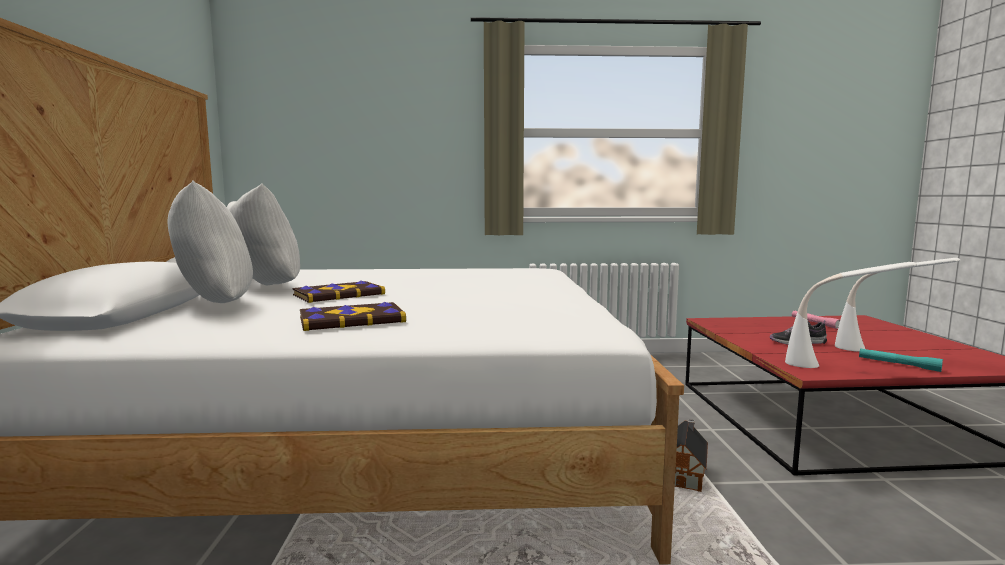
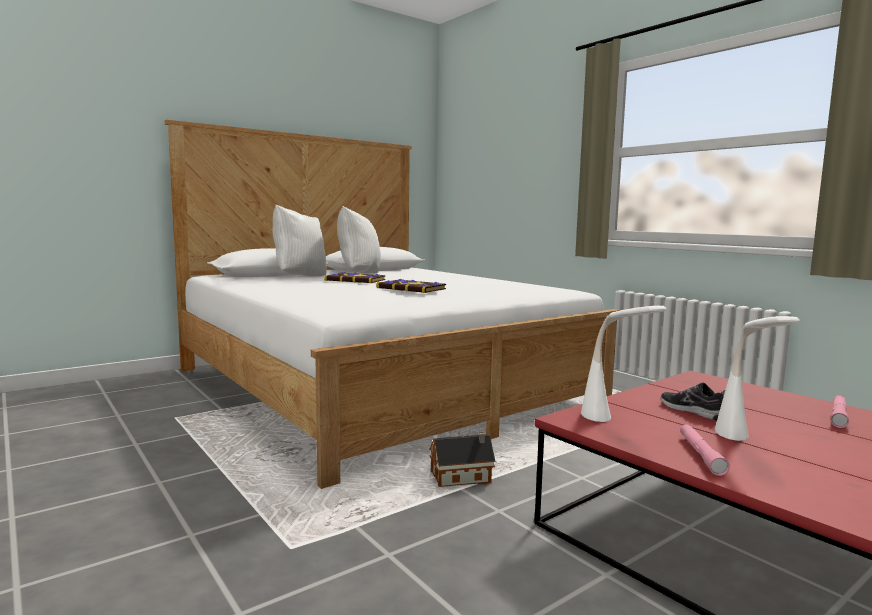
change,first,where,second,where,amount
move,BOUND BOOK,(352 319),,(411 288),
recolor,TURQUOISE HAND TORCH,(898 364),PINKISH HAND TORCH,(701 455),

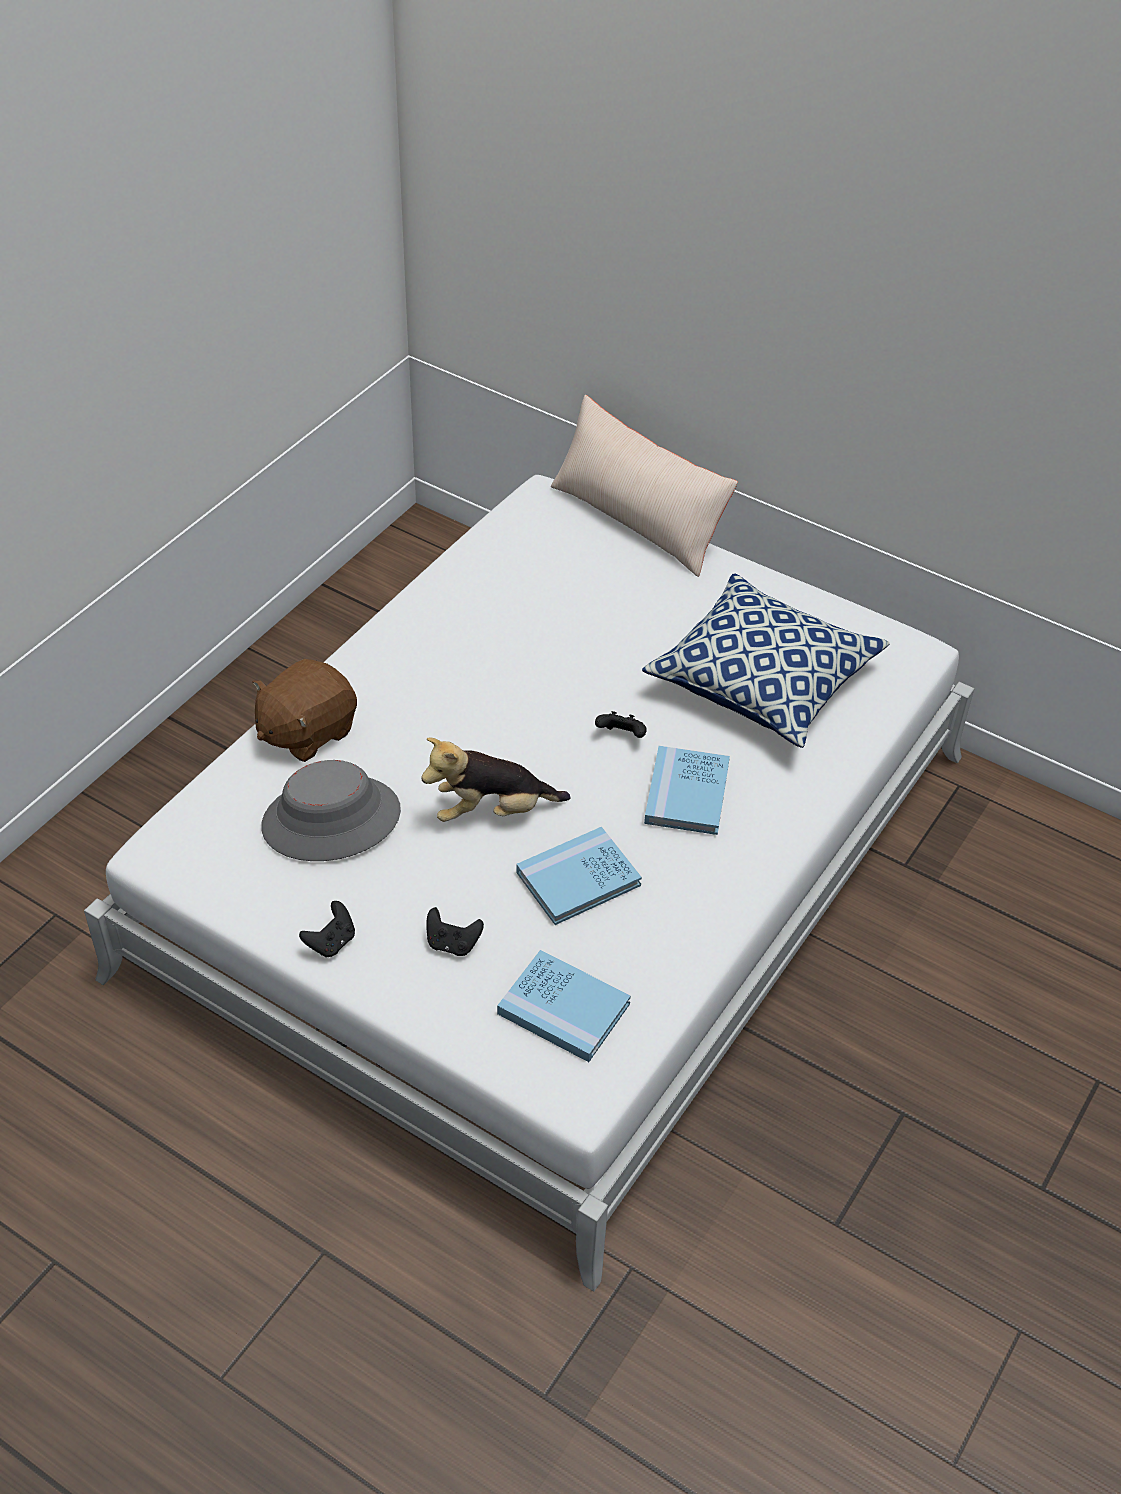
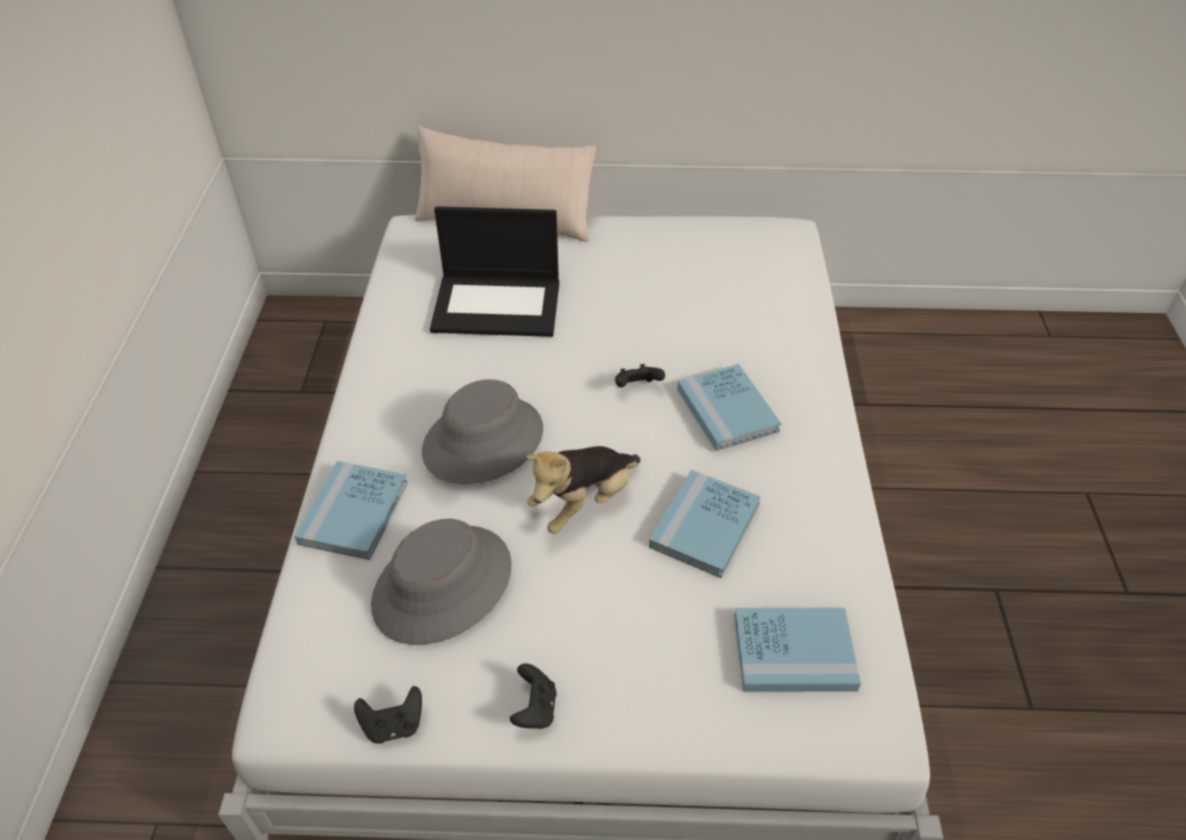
change,first,where,second,where,amount
replace,BROWNISH SOFT TOY,(306 731),BLUE BOUND BOOK,(354 512),
move,BLACK-COLOURED GAMEPAD,(452 944),,(393 725),
insert,,,GRAY HAT,(483 440),
insert,,,PORTABLE COMPUTER,(498 305),
delete,PILLOW,(763 681),,,

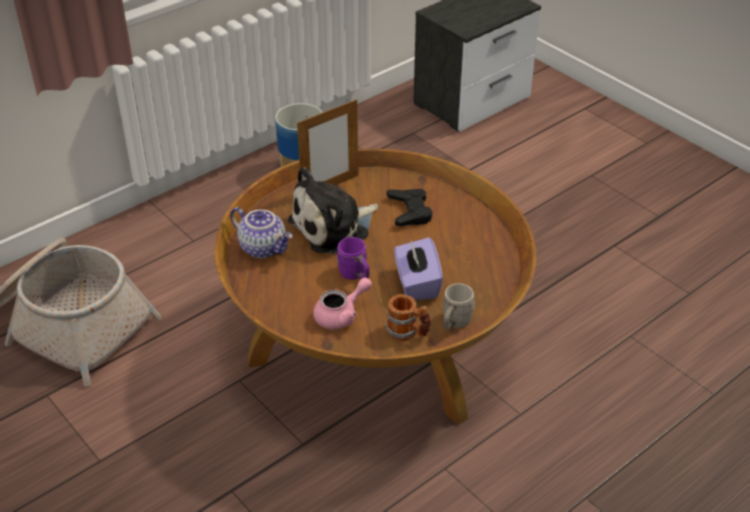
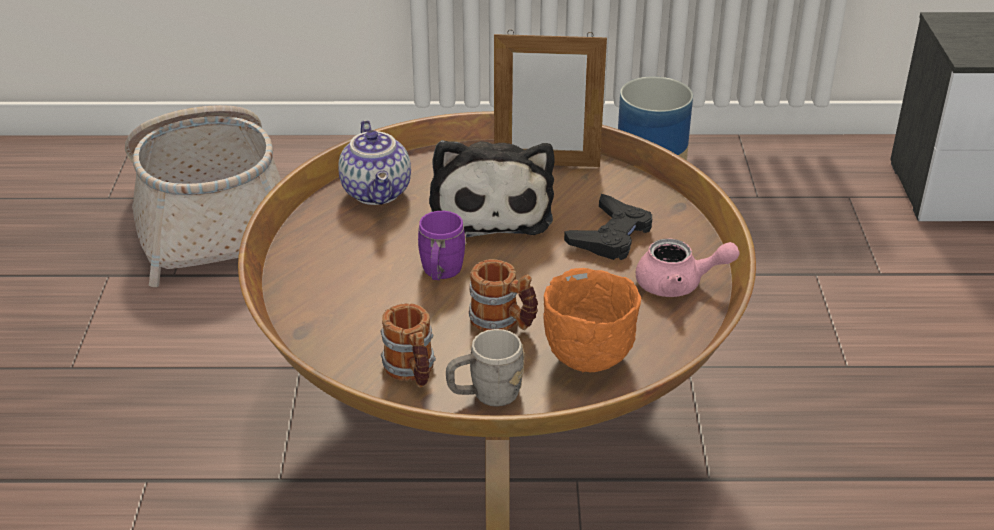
change,first,where,second,where,amount
rotate,SOFT TOY,(334 227),,(489 209),105 degrees counterclockwise
replace,PURPLE TISSUE HOLDER,(416 284),MUG,(503 322),
insert,,,ORANGE SERVING BOWL,(587 358),
move,PINKISH TEAPOT,(341 315),,(678 284),

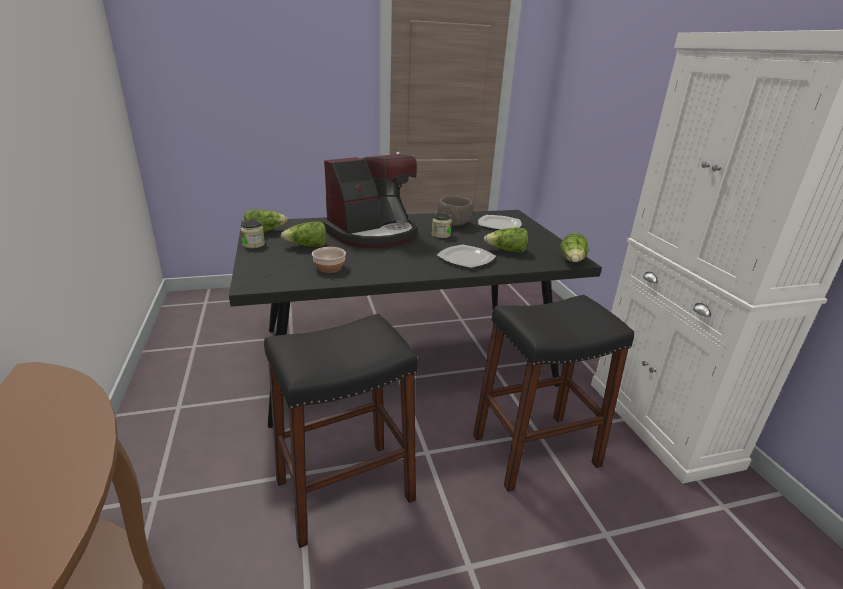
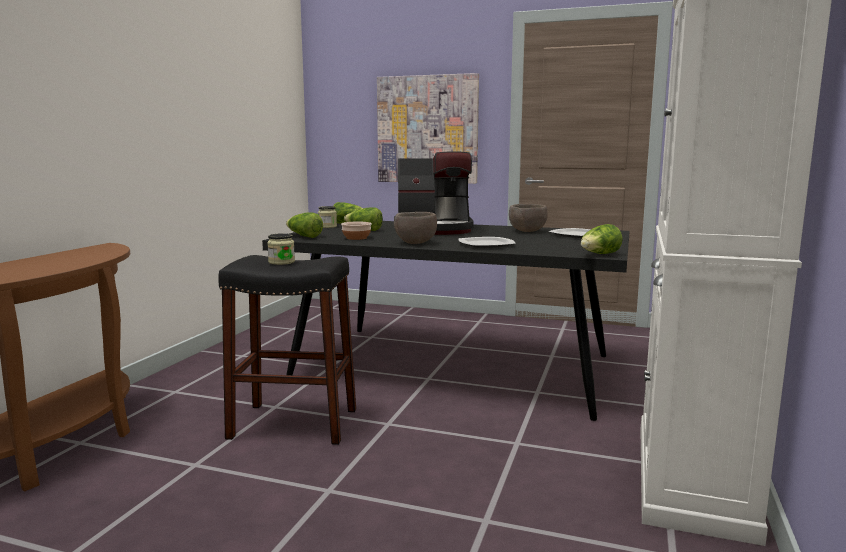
change,first,where,second,where,amount
move,PRESERVE JAR,(441 235),,(281 262),
move,LETTUCE HEAD,(506 251),,(304 236),
insert,,,PICTURE,(427 129),
insert,,,BROWNISH SERVING BOWL,(415 243),
delete,BLACK-COLOURED STOOL SEAT,(535 450),,,

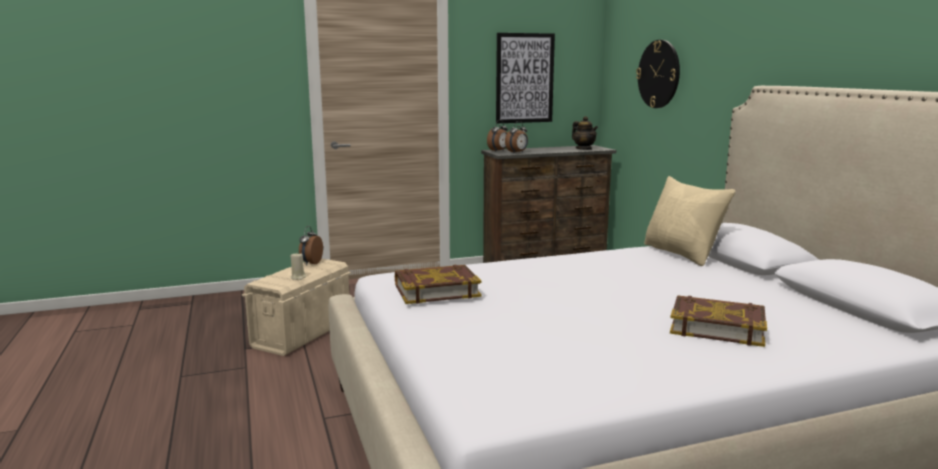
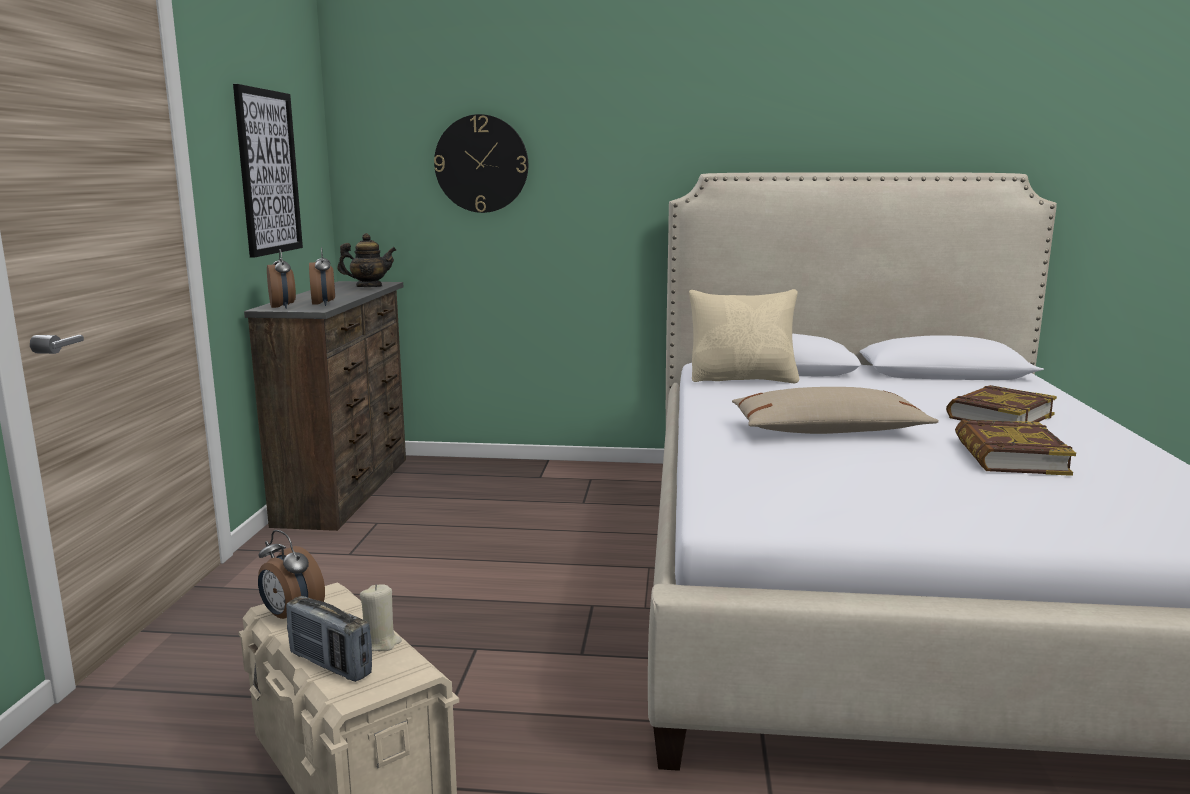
change,first,where,second,where,amount
insert,,,RADIO RECEIVER,(330 664),
insert,,,BEIGE-COLOURED PILLOW,(827 431),
move,BOUND BOOK,(436 290),,(1009 456),

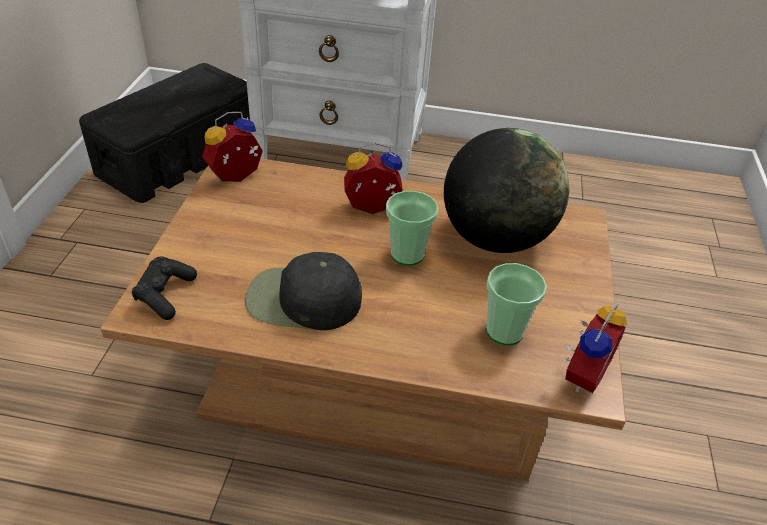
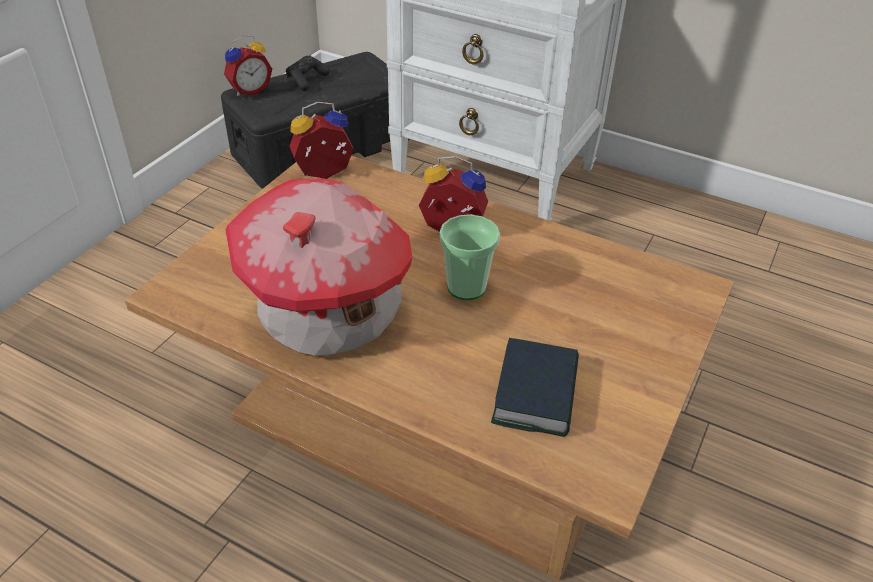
change,first,where,second,where,amount
move,ALARM CLOCK,(580 373),,(249 90),
replace,BLACK-COLOURED CAP,(302 300),MODEL HOUSE,(330 313),
move,BLACK-COLOURED GAMEPAD,(165 295),,(307 80),
replace,SMALL CUP,(504 331),BOUND BOOK,(536 394),
delete,WORLD GLOBE,(495 239),,,

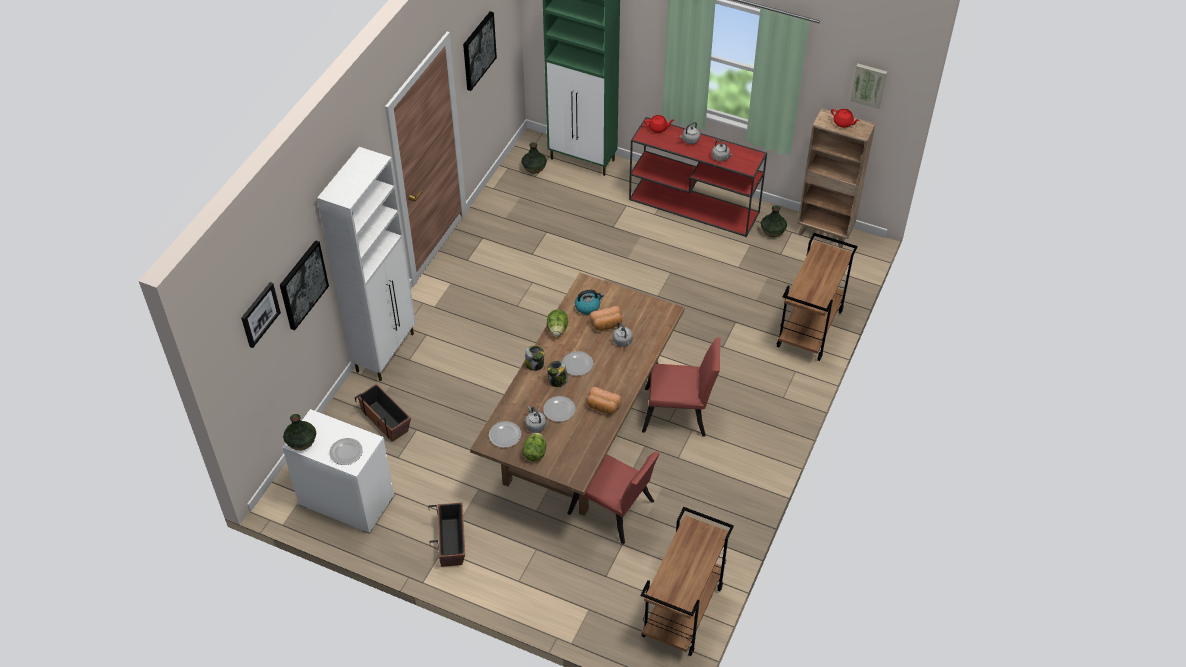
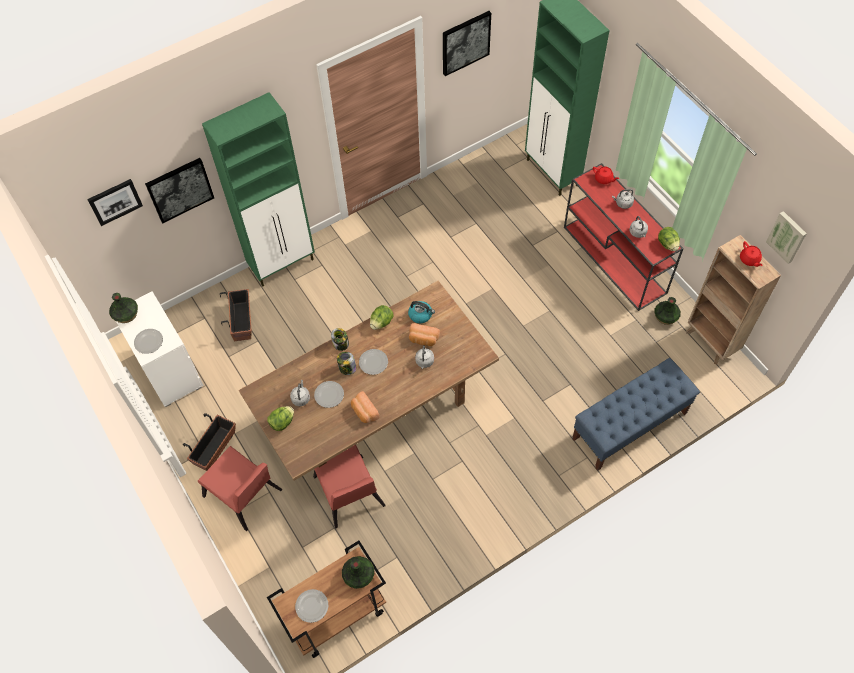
change,first,where,second,where,amount
move,RED-COLOURED UPRIGHT CHAIR,(680 413),,(245 497),
recolor,WHITE CABINET,(386 352),GREENISH CABINET,(283 264),
move,FLAT DISH,(504 435),,(311 605),
move,FLOWER VASE,(534 167),,(359 575),
replace,BROWNISH CART,(810 329),BLUE LONG SEAT,(629 426),
insert,,,LETTUCE HEAD,(667 244),

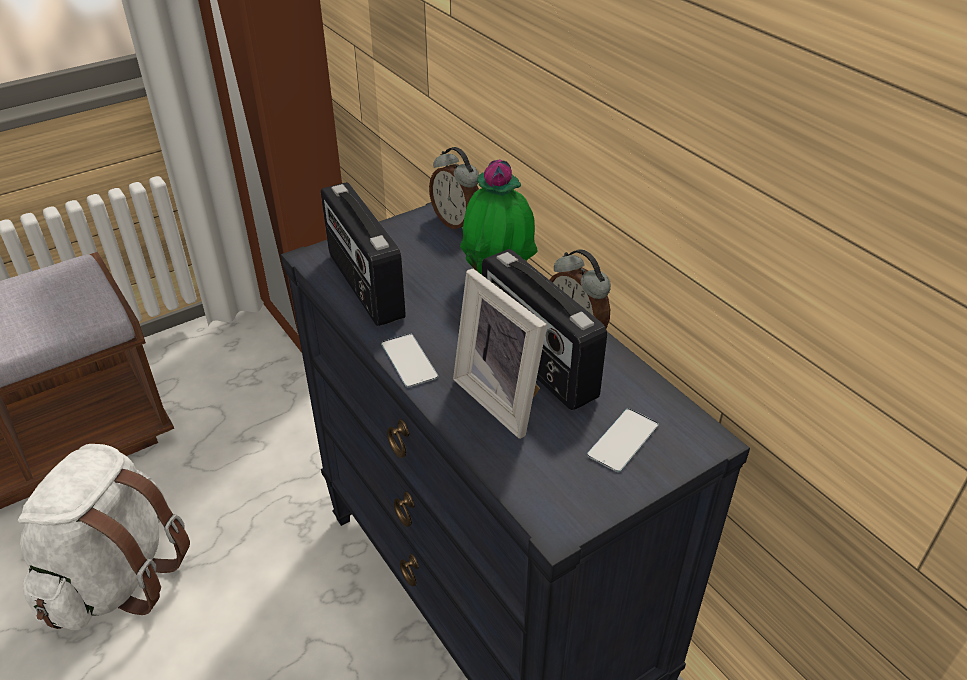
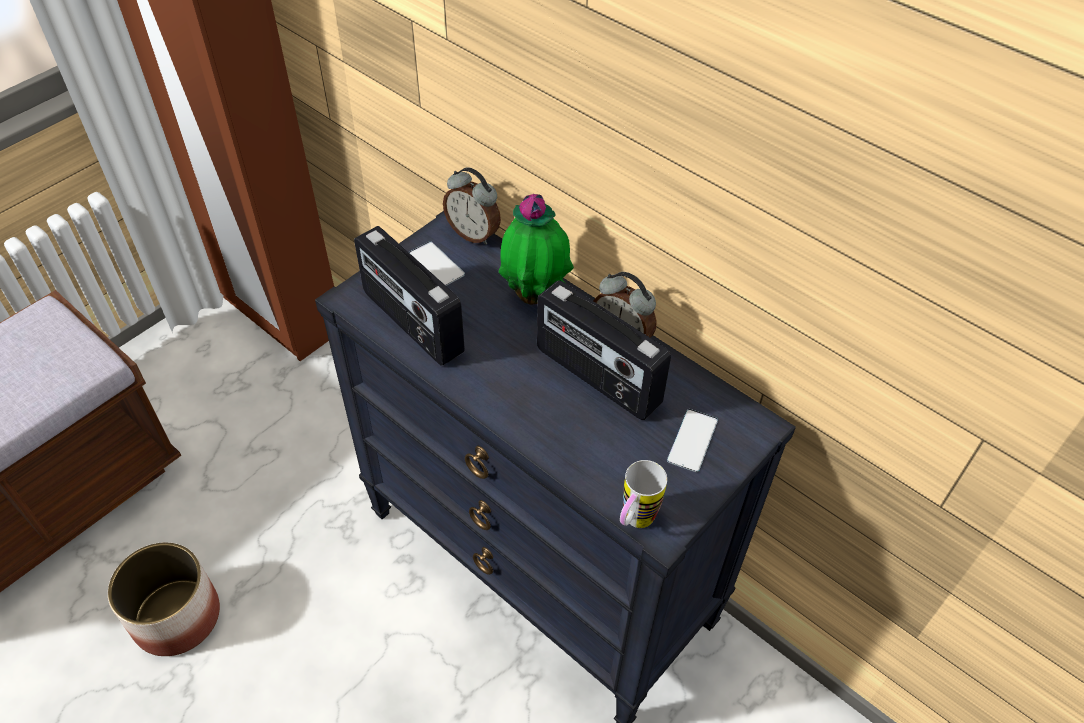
change,first,where,second,where,amount
replace,WHITE RUCKSACK,(117 577),FLOWER POT,(177 617),
move,TELEPHONE,(409 360),,(436 264),
insert,,,MUG,(634 523),
delete,STANDING FRAME,(503 398),,,

